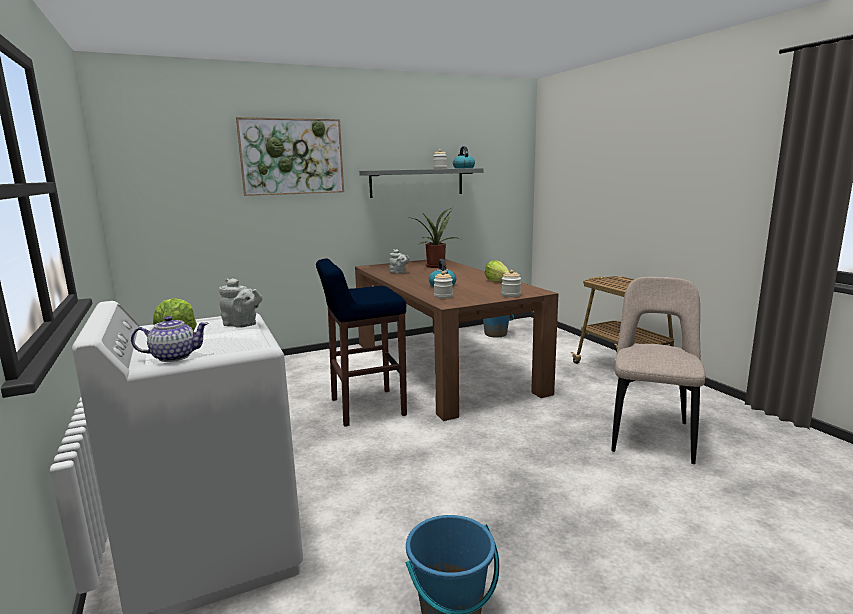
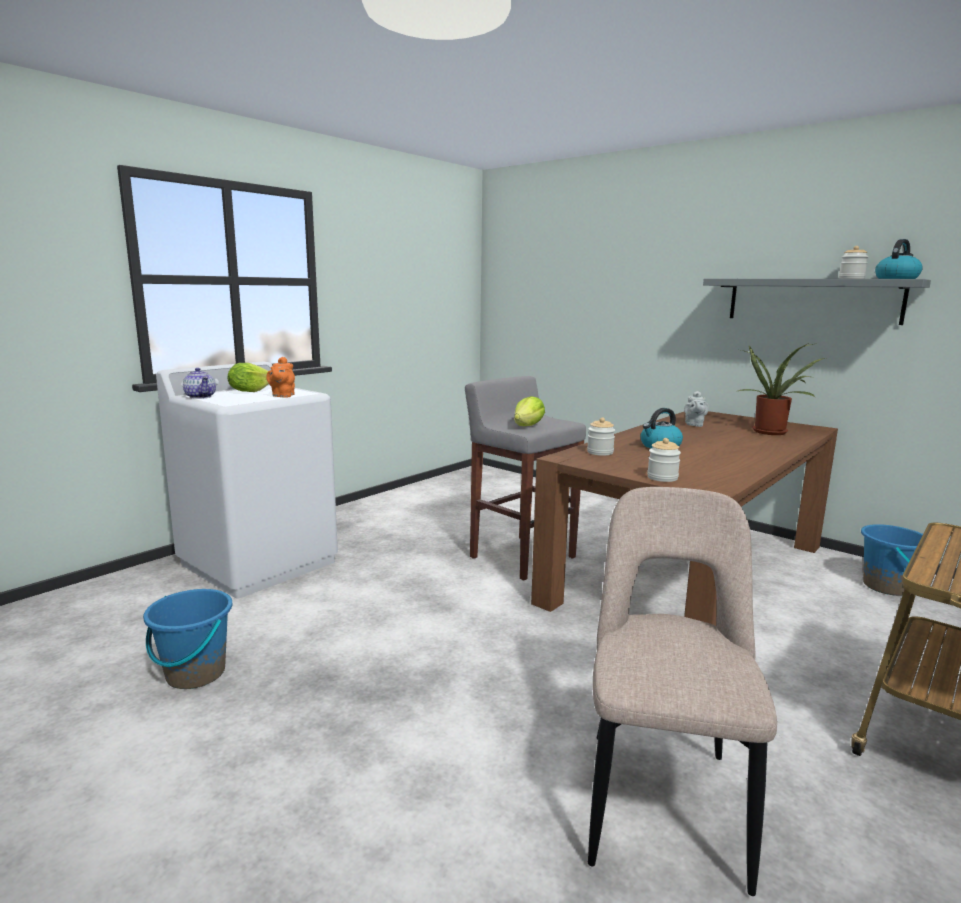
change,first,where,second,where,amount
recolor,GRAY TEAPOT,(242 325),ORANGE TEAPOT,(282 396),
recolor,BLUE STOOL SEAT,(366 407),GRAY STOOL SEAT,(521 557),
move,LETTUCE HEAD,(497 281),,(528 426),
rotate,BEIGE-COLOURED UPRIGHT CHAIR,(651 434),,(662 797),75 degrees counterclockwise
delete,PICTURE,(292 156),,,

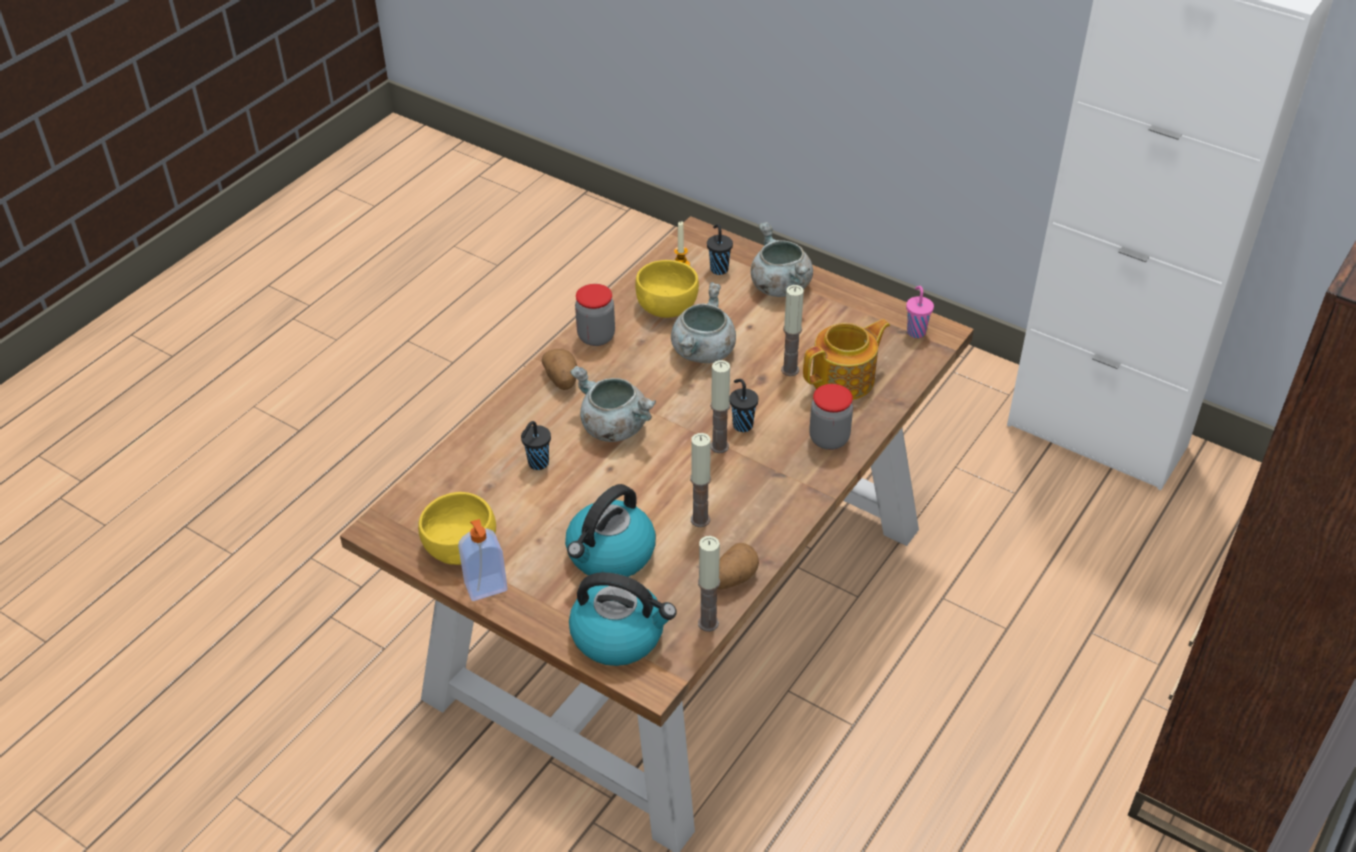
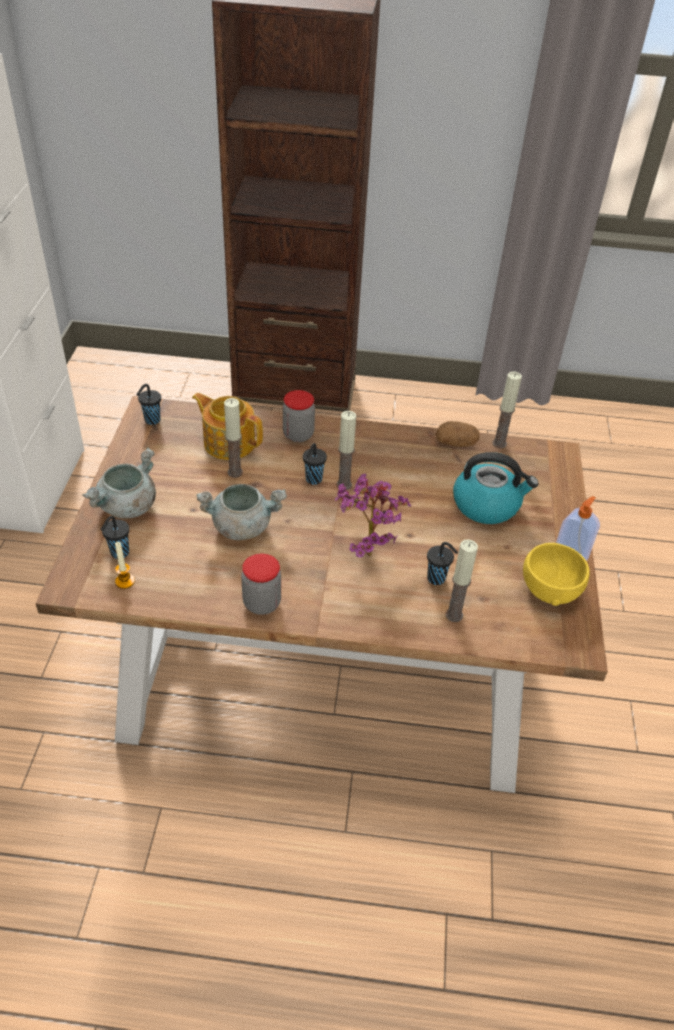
change,first,where,second,where,amount
recolor,PINKISH SMALL CUP,(916 331),BLACK-COLOURED SMALL CUP,(151 420),
replace,GRAY STOCKPOT,(612 427),POTTED PLANT,(365 549),
move,WAX LIGHT,(700 519),,(454 615),
delete,SPUD,(562 379),,,
delete,TEA KETTLE,(619 635),,,
delete,YELLOW-COLOURED SERVING BOWL,(667 305),,,

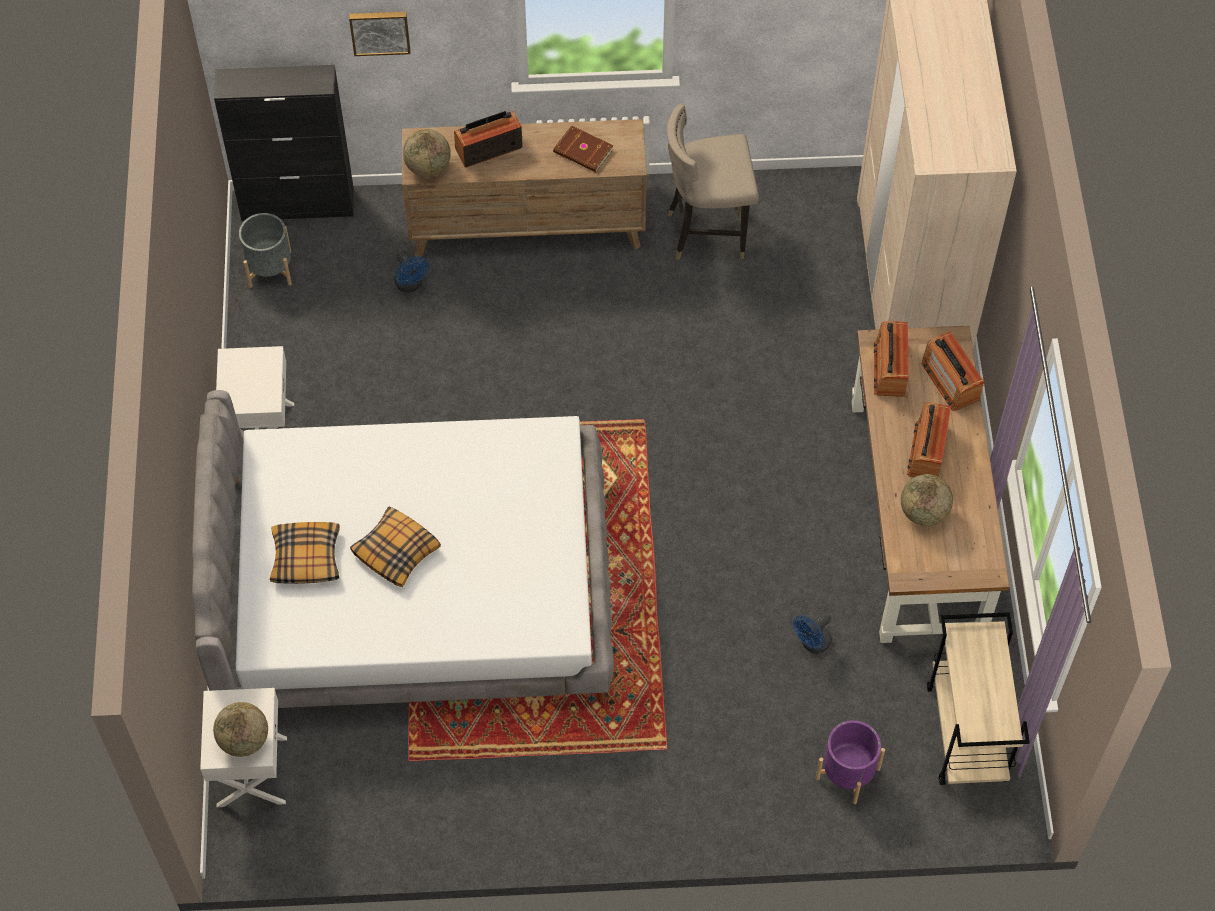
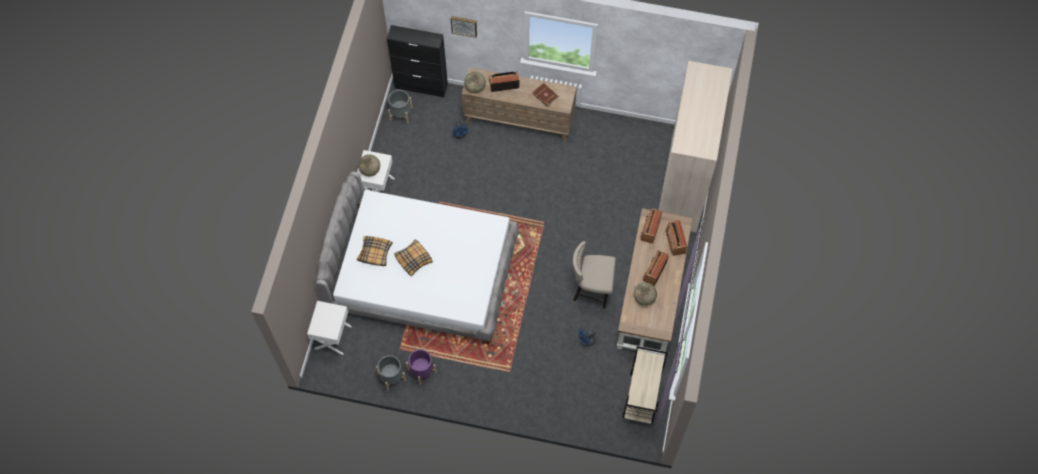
change,first,where,second,where,amount
move,WORLD GLOBE,(244 740),,(370 170),
insert,,,GRAY FLOWER POT,(391 377),
move,PURPLE FLOWER POT,(848 773),,(422 371),
move,BEIGE-COLOURED STOOL SEAT,(707 232),,(591 292),

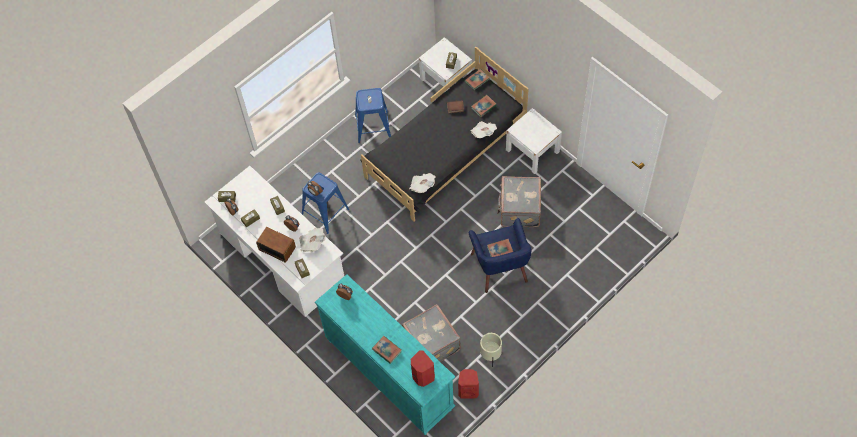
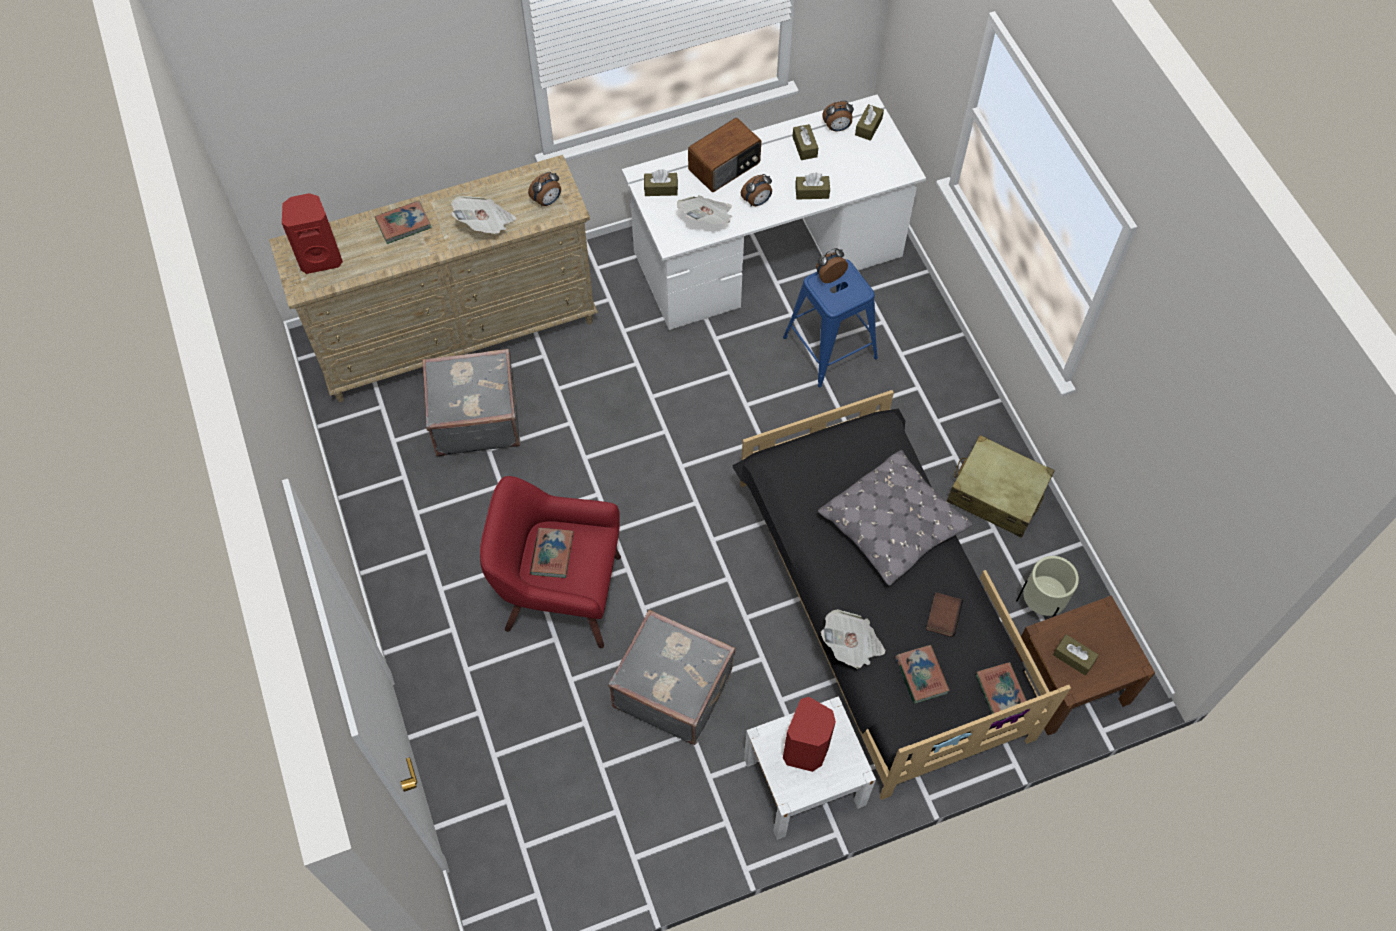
change,first,where,second,where,amount
recolor,TURQUOISE DRESSER,(389 374),BEIGE-COLOURED DRESSER,(459 335),
move,DAILY PAPER,(422 186),,(485 224),
recolor,BLUE EASY CHAIR,(500 268),RED-COLOURED EASY CHAIR,(561 594),
move,RED-COLOURED SPEAKER,(468 390),,(806 750),
insert,,,GRAY PILLOW,(893 525),
replace,BLUE STOOL SEAT,(373 127),BEIGE-COLOURED TRAVEL CASE,(996 493),
recolor,WHITE BEDSIDE TABLE,(446 80),BROWNISH BEDSIDE TABLE,(1069 681),
move,BEIGE-COLOURED FLOWER POT,(490 356),,(1039 606),

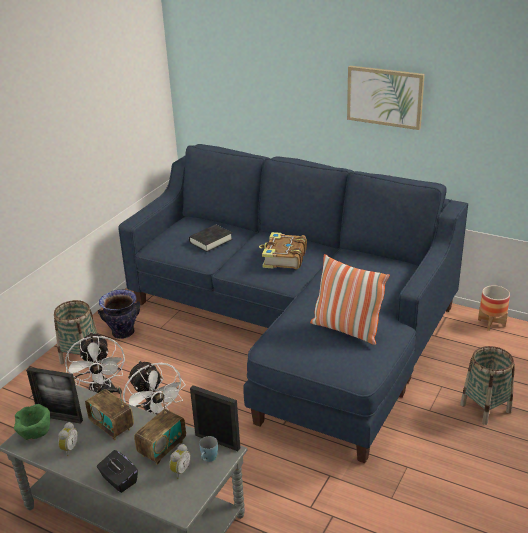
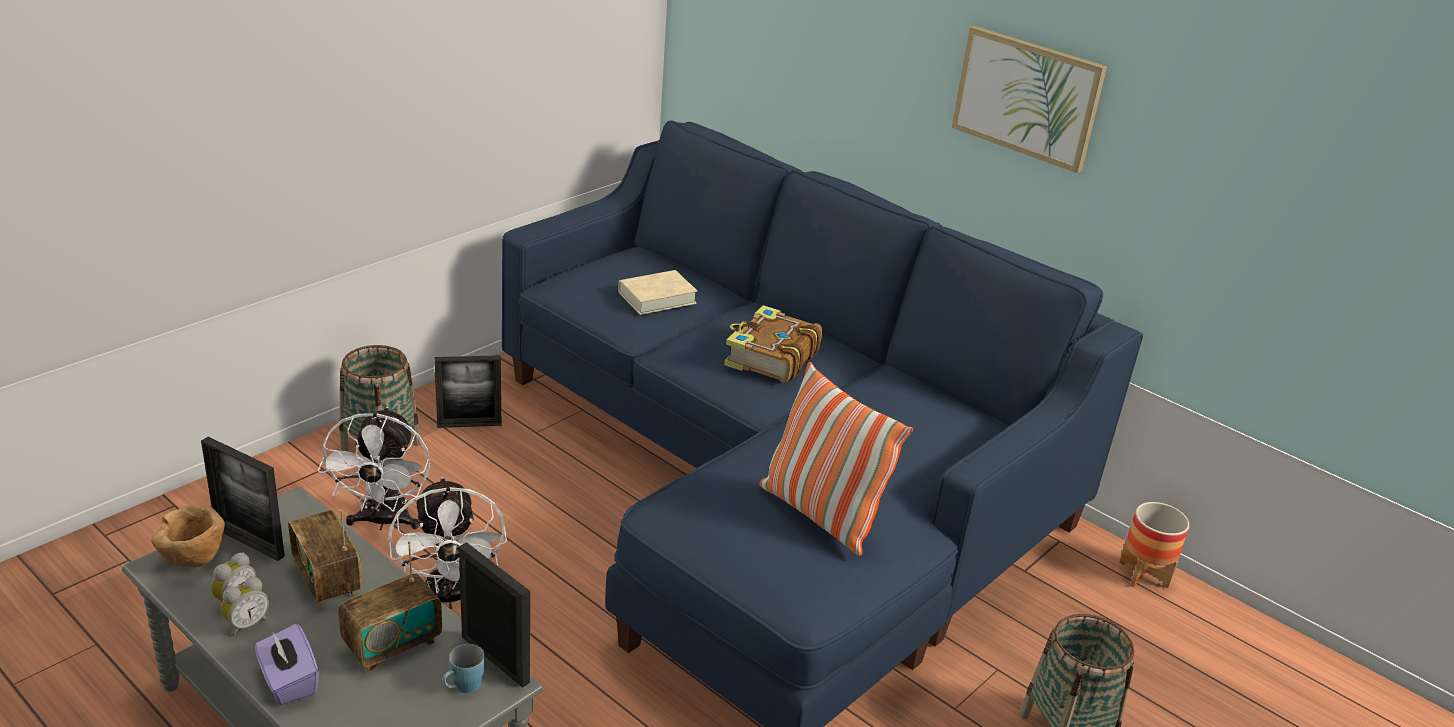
change,first,where,second,where,amount
recolor,GREENISH SERVING BOWL,(36 435),BROWNISH SERVING BOWL,(193 561),
move,ALARM CLOCK,(180 471),,(246 624),
recolor,BLACK-COLOURED TISSUE HOLDER,(119 480),PURPLE TISSUE HOLDER,(288 682),
replace,FLOWER VASE,(123 332),STANDING FRAME,(469 424),
recolor,BLACK-COLOURED BOUND BOOK,(211 241),BEIGE-COLOURED BOUND BOOK,(657 298),

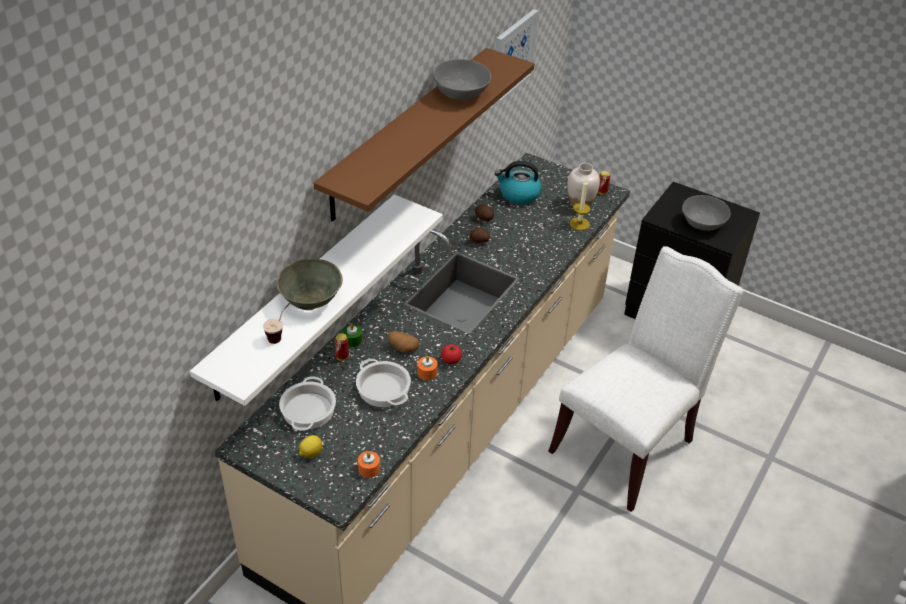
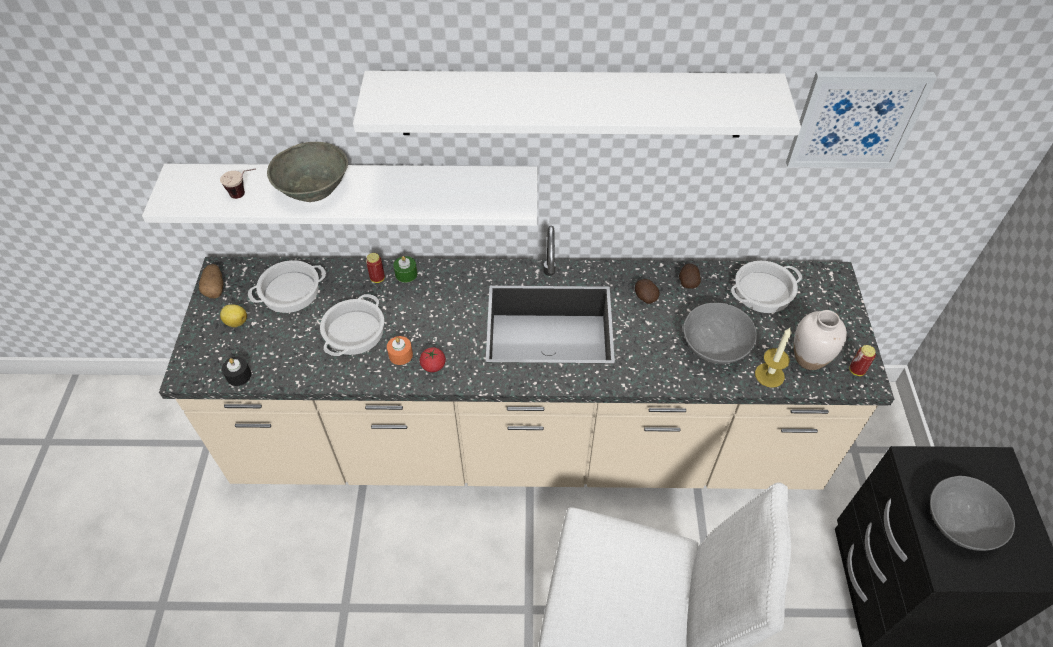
change,first,where,second,where,amount
move,SPUD,(402 348),,(215 288),
recolor,ORANGE WAX LIGHT,(369 469),BLACK-COLOURED WAX LIGHT,(239 375),
recolor,BROWNISH SHELF,(408 132),WHITE SHELF,(572 104),
move,GRAY SERVING BOWL,(461 93),,(715 347),
replace,TEA KETTLE,(518 194),STOCKPOT,(763 292),

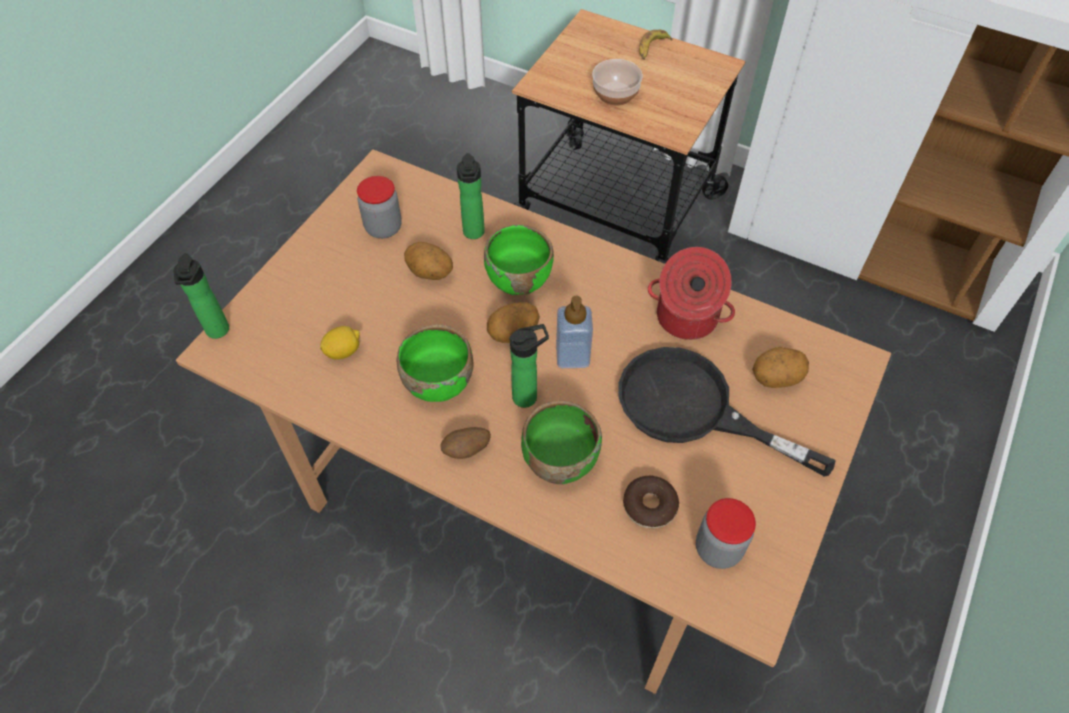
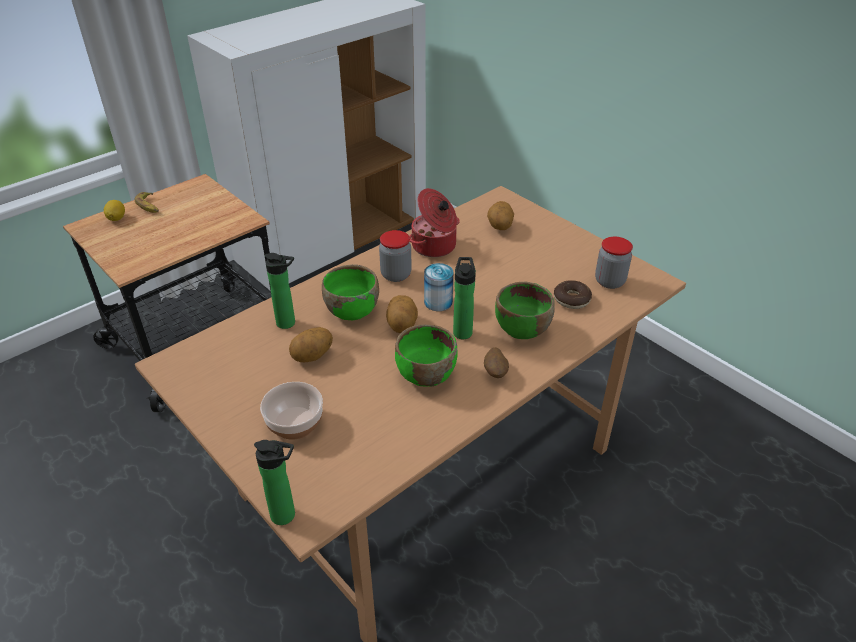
change,first,where,second,where,amount
move,CITRUS FRUIT,(343 351),,(116 218),
move,SERVING BOWL,(615 95),,(295 424),
move,PRESERVE JAR,(383 228),,(396 275),
replace,SOAP DISPENSER,(572 356),CAN,(438 302),
delete,BLACK-COLOURED SKILLET,(693 409),,,

